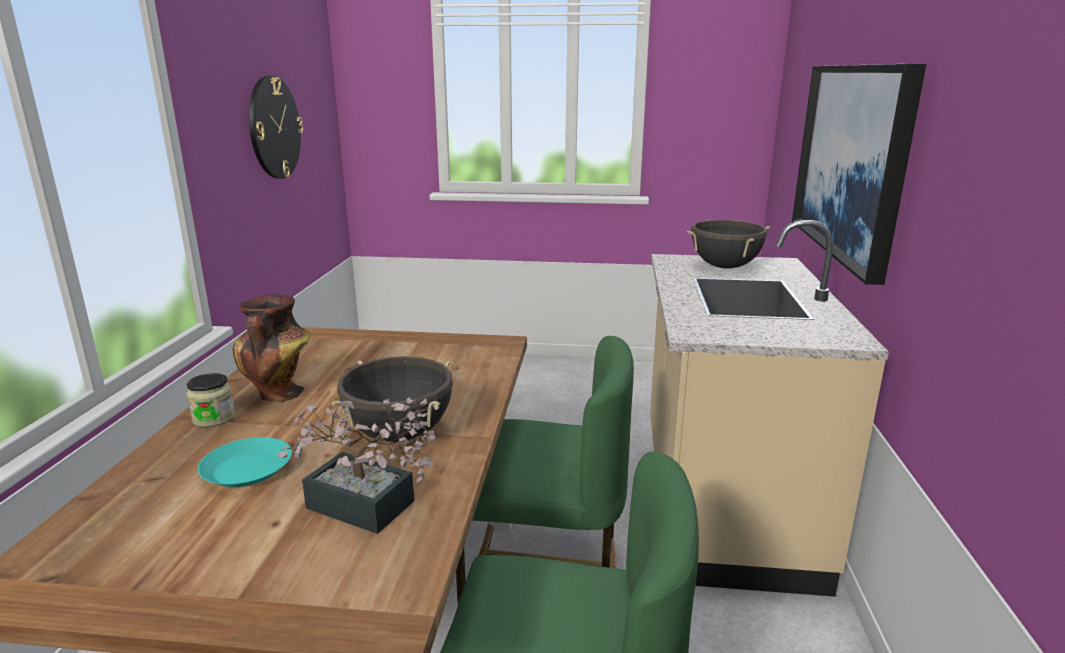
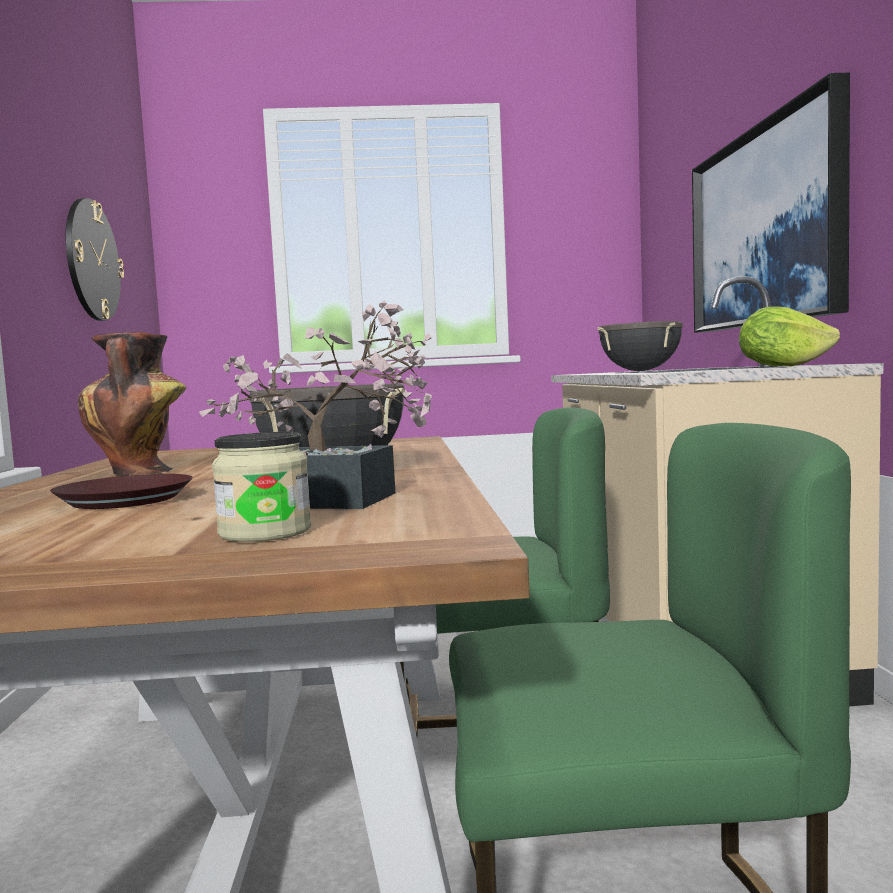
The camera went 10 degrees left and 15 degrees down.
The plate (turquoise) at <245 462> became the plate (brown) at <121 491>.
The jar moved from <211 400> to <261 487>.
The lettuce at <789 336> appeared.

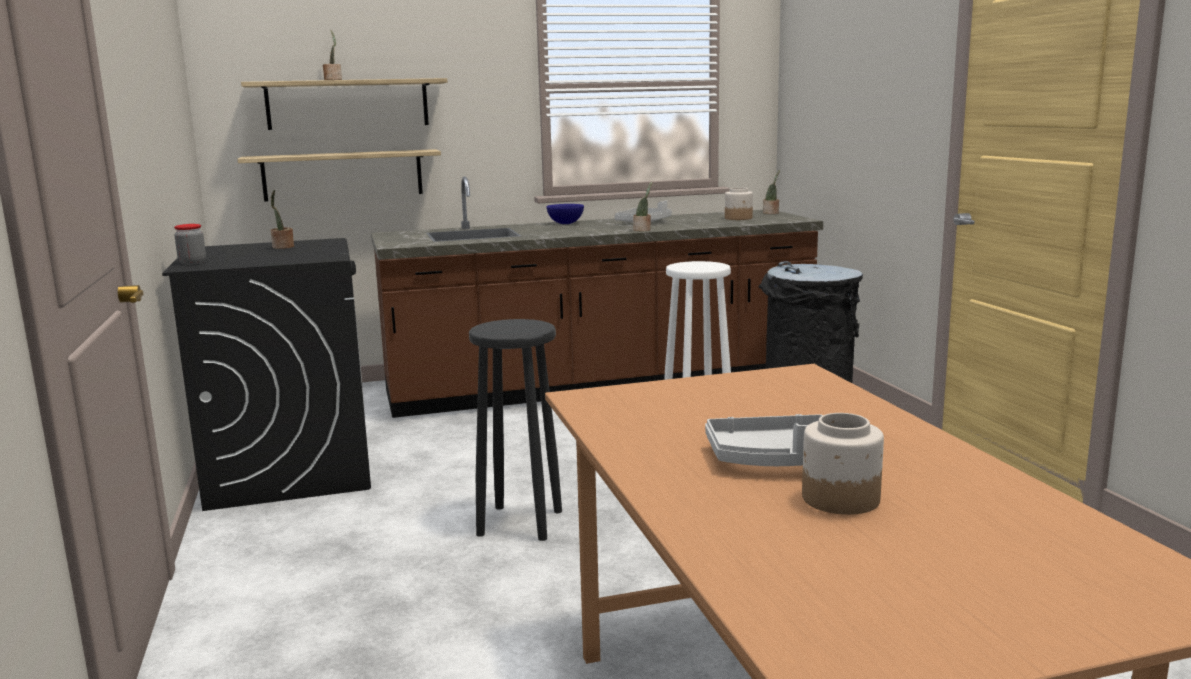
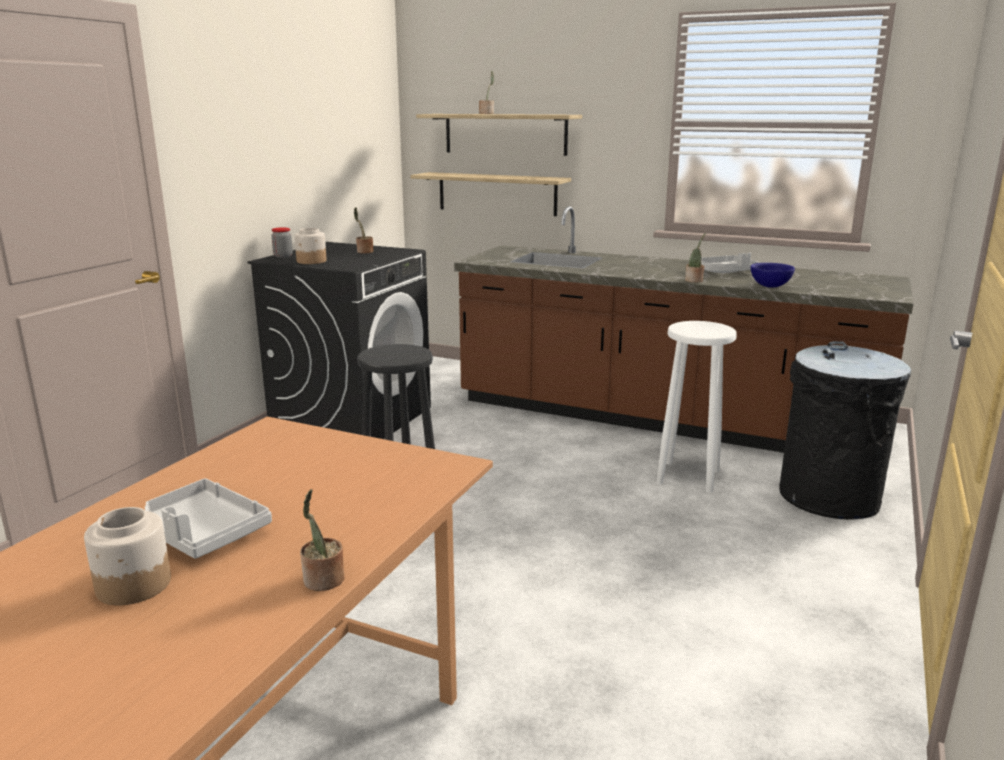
The camera went 40 degrees right and 5 degrees up.
The jar moved from <739 203> to <310 246>.
The potted plant moved from <771 192> to <322 540>.
The bowl (blue) moved from <565 214> to <773 275>.

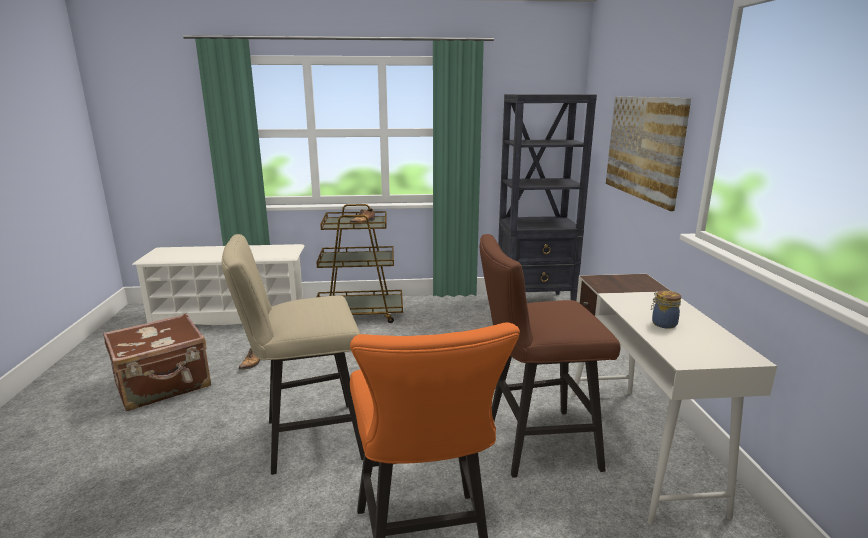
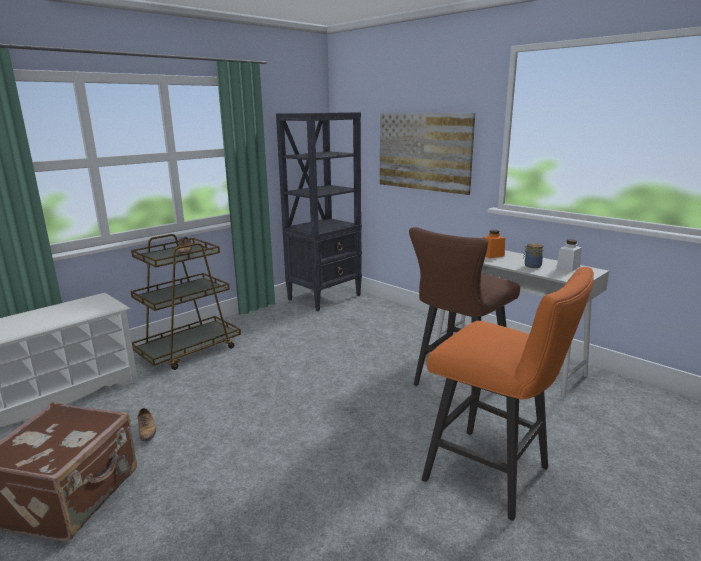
The camera went 40 degrees left and 0 degrees up.
The jar (orange) at <494 244> appeared.
The jar (white) at <569 255> appeared.
The stool (beige) at <293 354> disappeared.

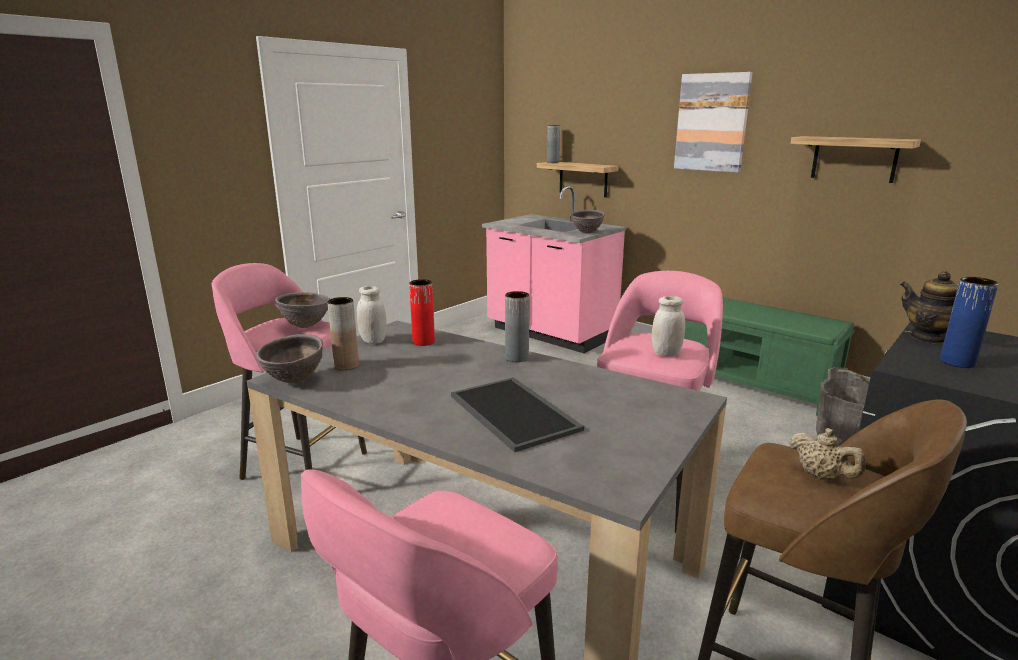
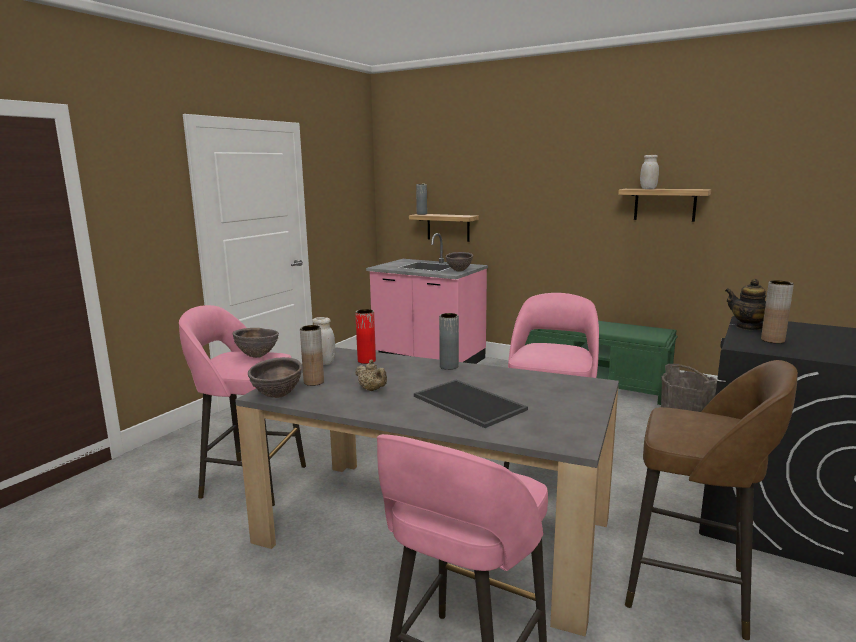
The camera went 10 degrees left and 5 degrees down.
The teapot (beige) moved from <827 454> to <371 375>.
The jar (white) moved from <668 326> to <649 172>.
The vase (blue) at <969 322> became the vase (brown) at <777 311>.
The picture at <713 122> disappeared.

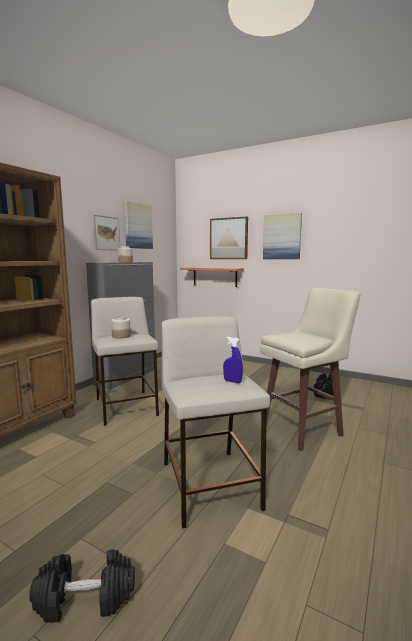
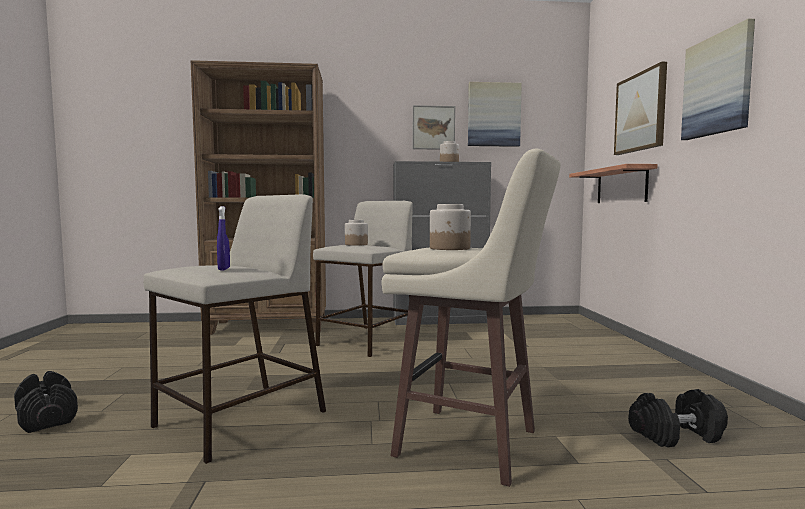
The camera went 55 degrees right and 5 degrees down.
The jar at <450 227> appeared.

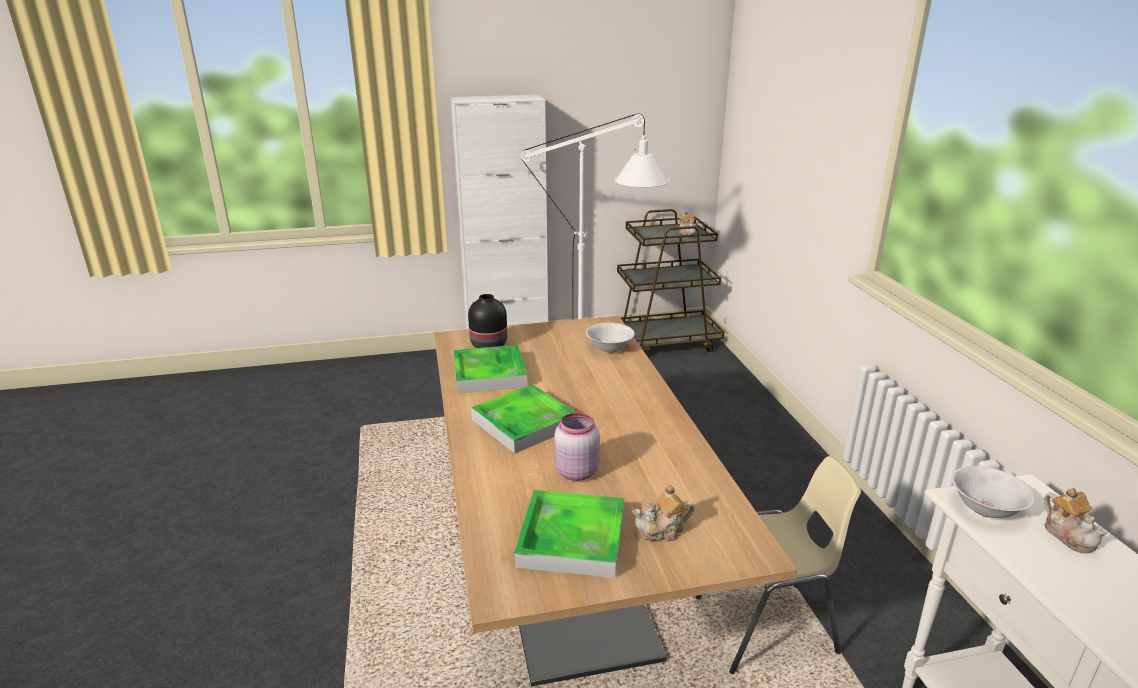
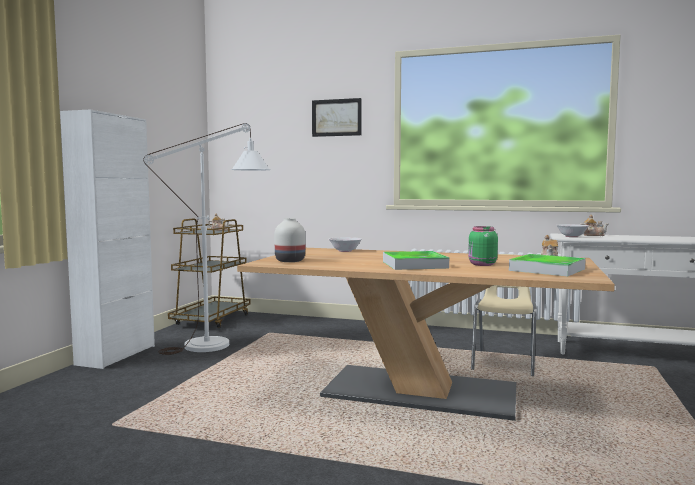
The camera went 60 degrees left and 20 degrees down.
The vase (black) at <487 321> became the vase (white) at <289 240>.
The picture at <336 117> appeared.
The jar (pink) at <577 447> became the jar (green) at <483 246>.
The tray at <490 369> disappeared.

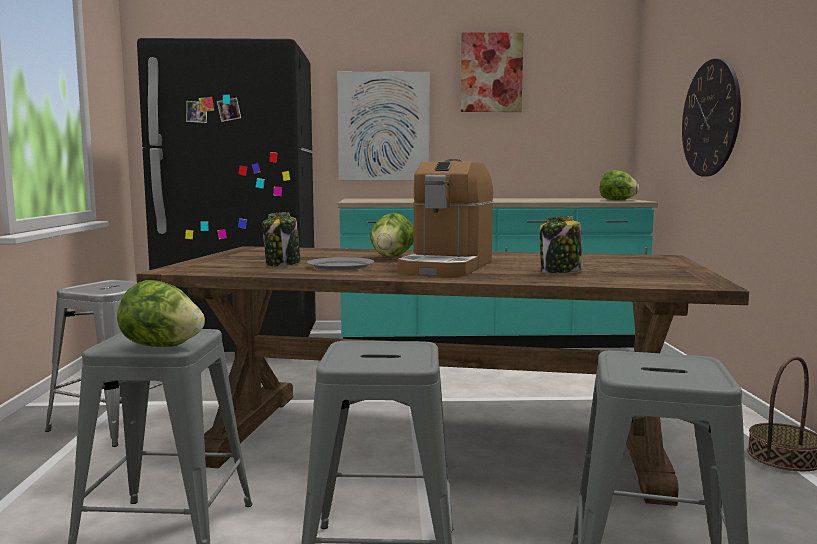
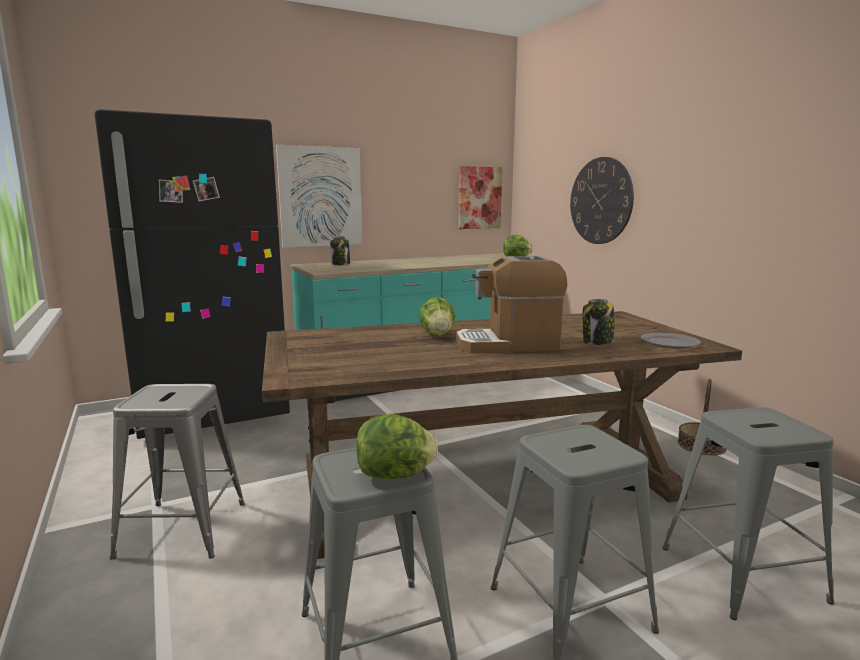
The camera went 25 degrees left and 5 degrees up.
The jar moved from <281 239> to <340 250>.
The coffee machine at <445 218> turned 90 degrees clockwise.
The picture moved from <492 72> to <480 197>.
The plate (grey) moved from <340 263> to <671 341>.

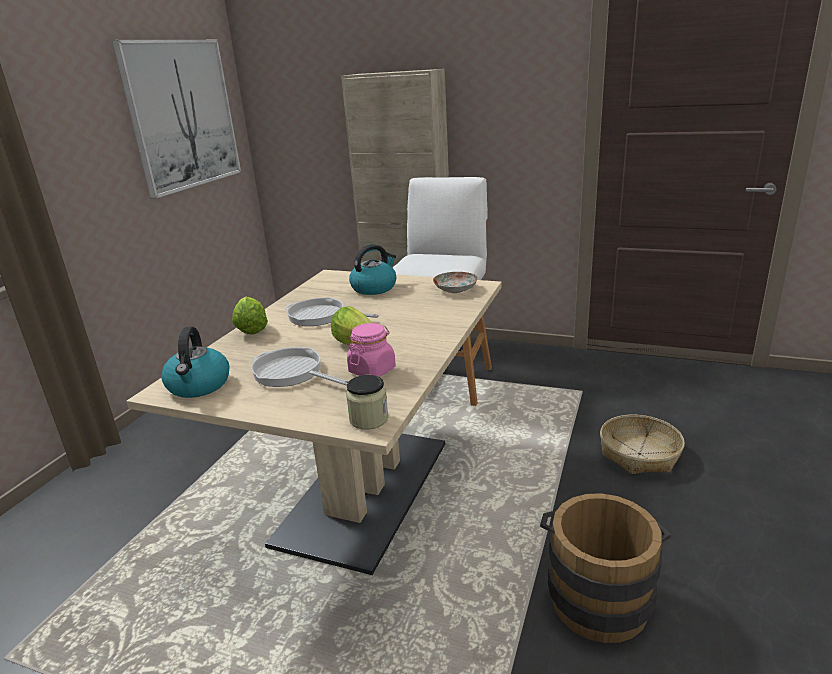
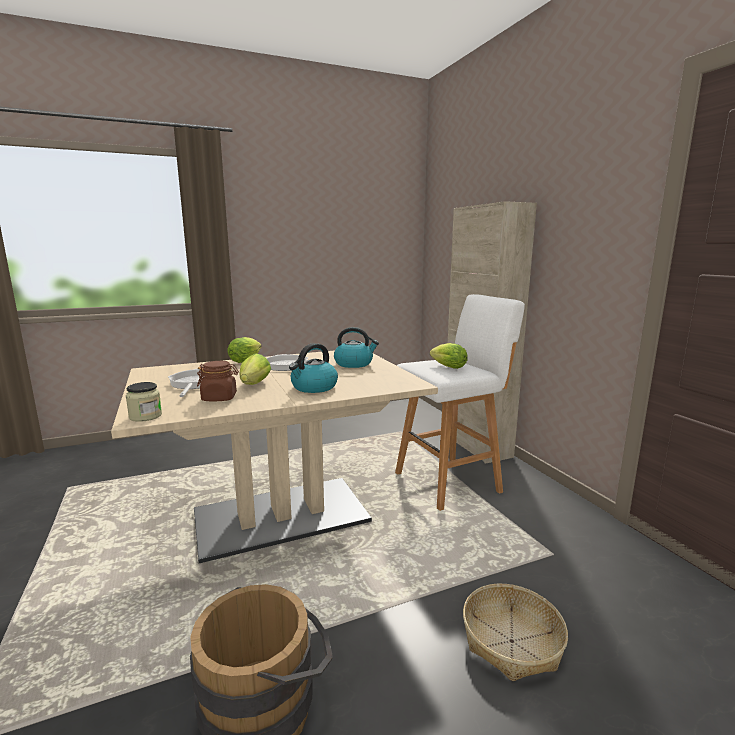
The camera went 45 degrees right and 10 degrees down.
The jar (pink) at <371 350> became the jar (brown) at <218 381>.
The kettle moved from <195 362> to <313 368>.
The lettuce at <449 356> appeared.
The picture at <176 119> disappeared.
The plate at <455 282> disappeared.

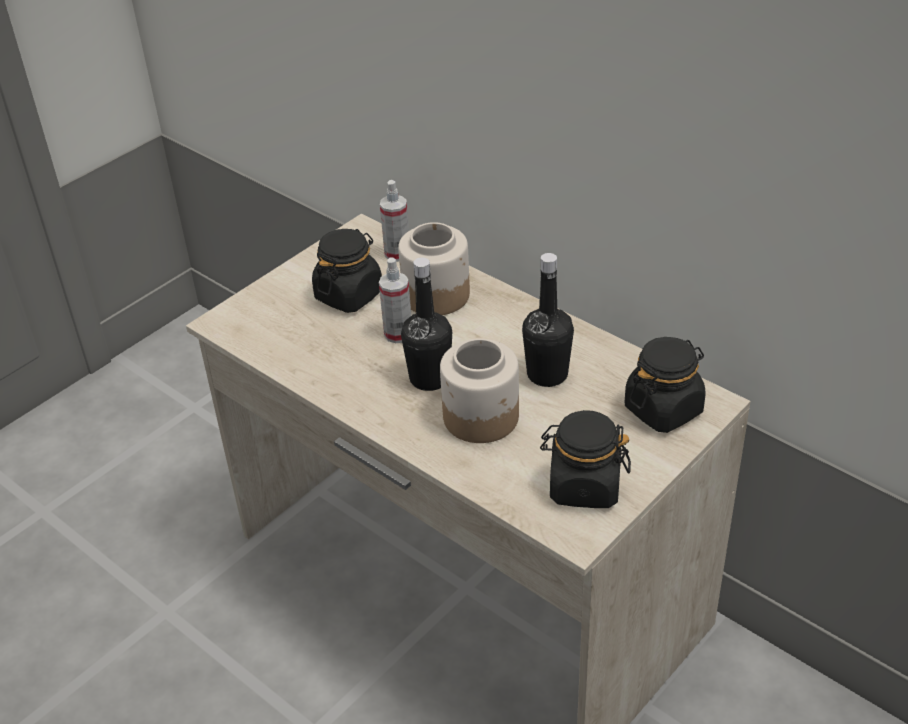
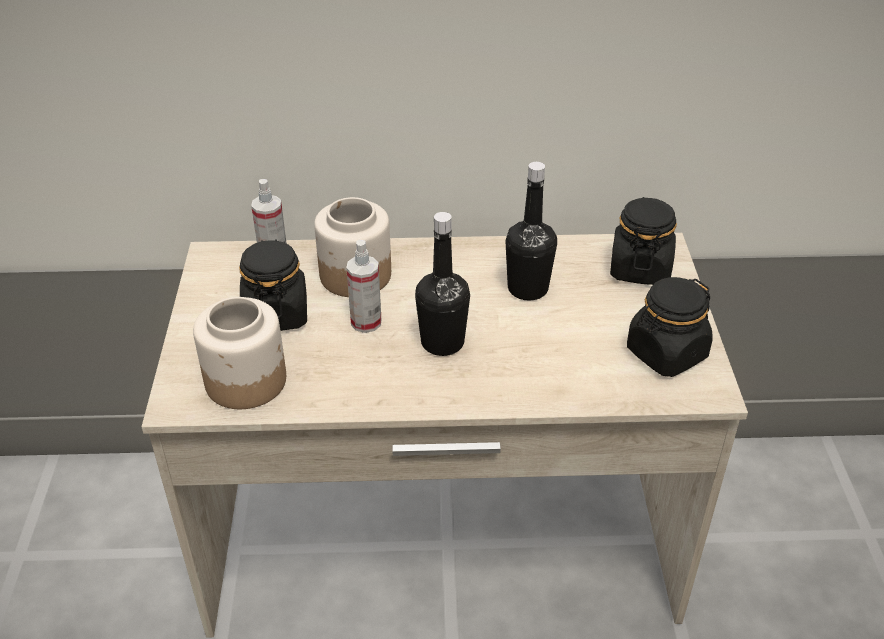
The camera went 45 degrees left and 0 degrees up.
The jar moved from <479 390> to <239 353>.

